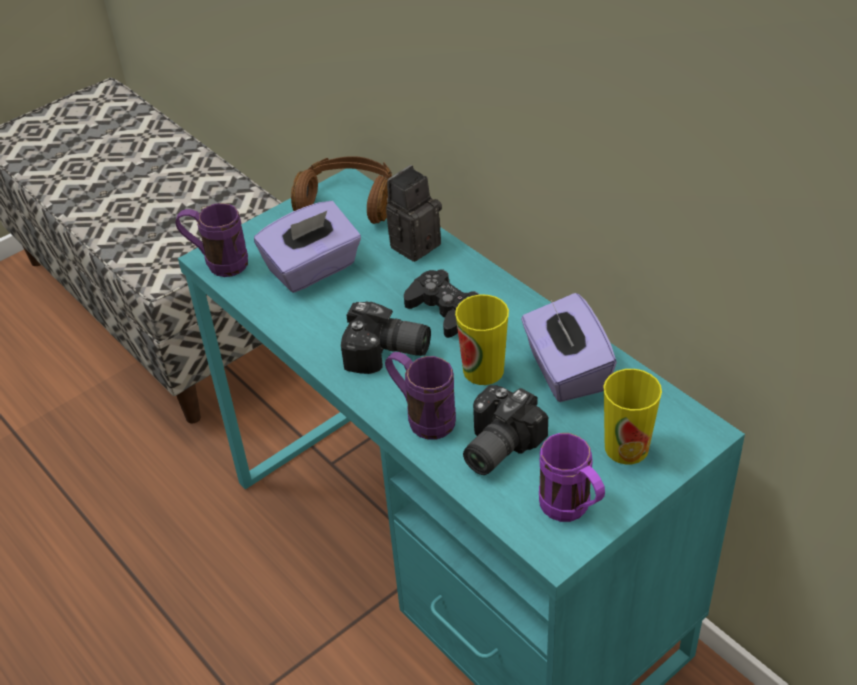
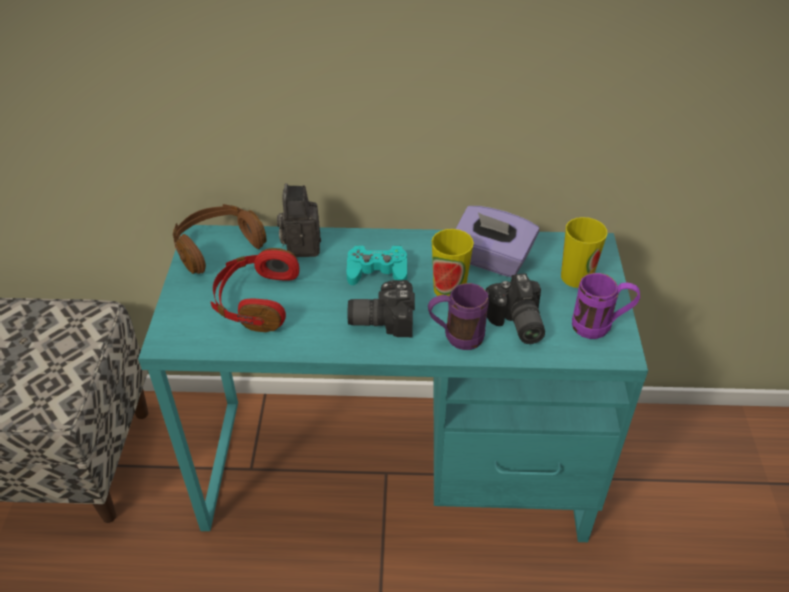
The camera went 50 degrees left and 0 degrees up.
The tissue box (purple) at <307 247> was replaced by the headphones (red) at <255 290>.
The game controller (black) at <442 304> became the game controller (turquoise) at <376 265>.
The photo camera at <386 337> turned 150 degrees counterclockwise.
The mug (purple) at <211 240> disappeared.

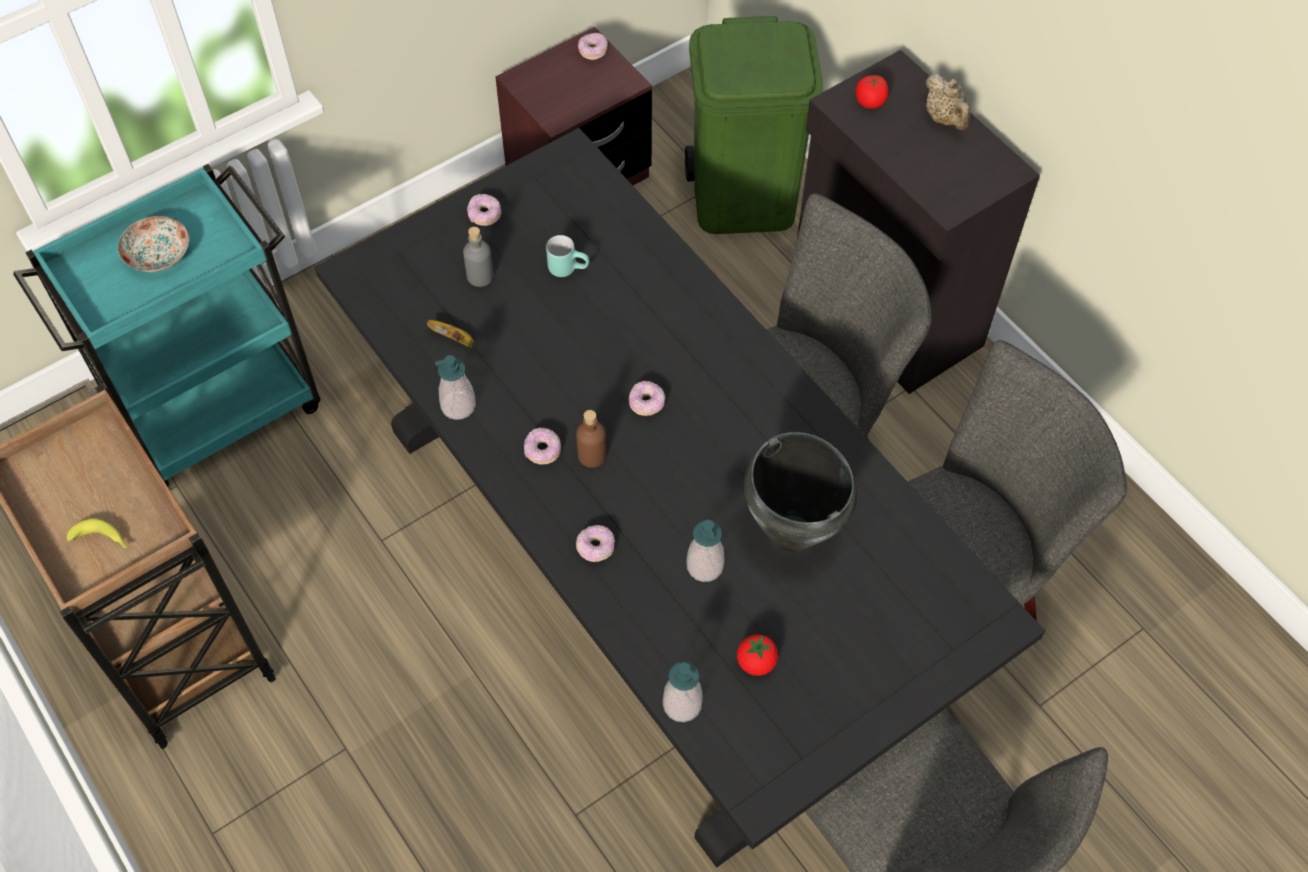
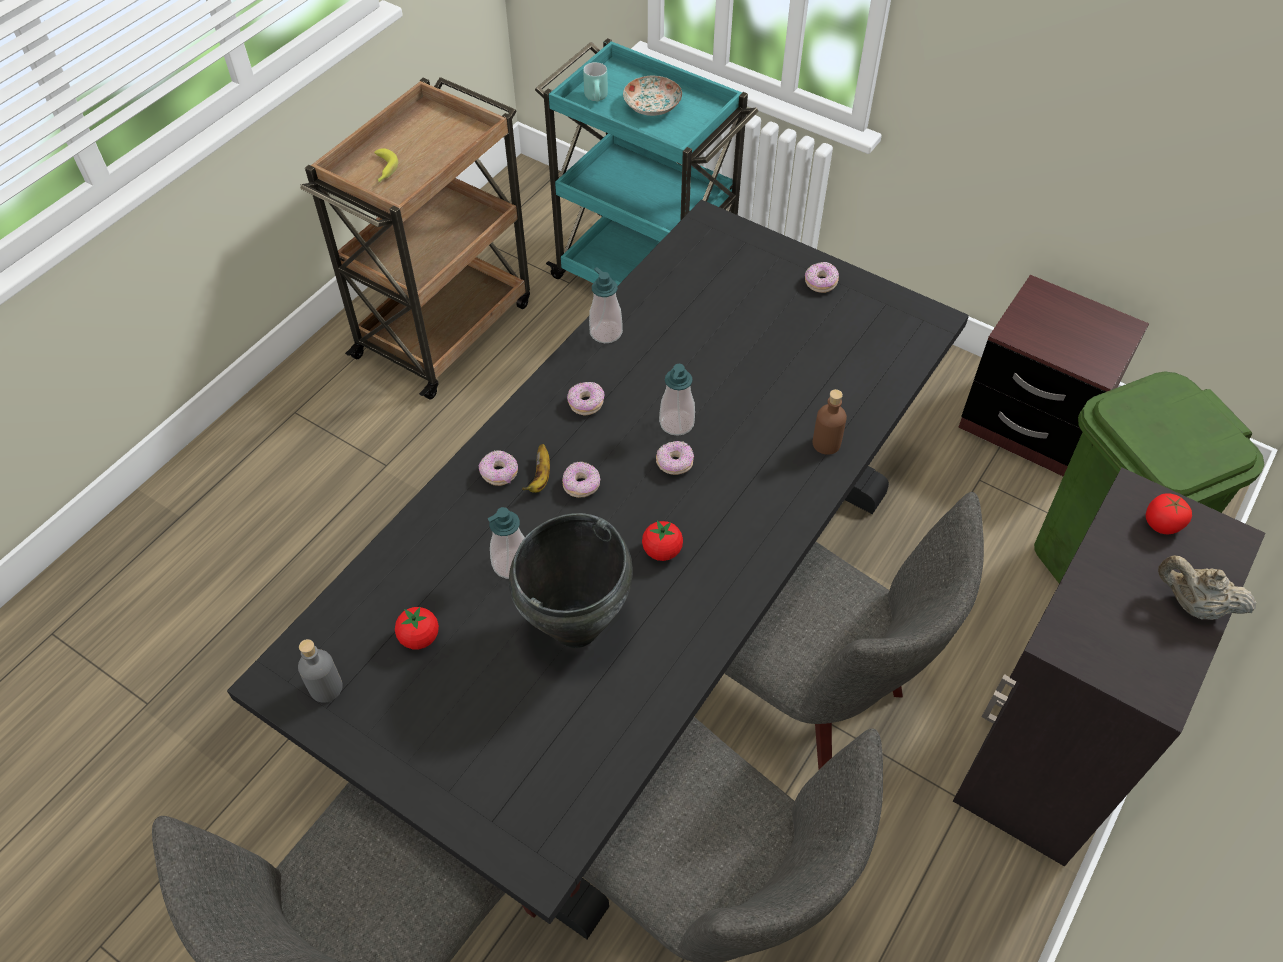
The camera went 70 degrees right and 5 degrees down.
The bottle (grey) moved from <478 257> to <320 671>.
The banana moved from <450 334> to <536 468>.
The donut moved from <593 46> to <581 480>.
The mug (turquoise) moved from <567 256> to <595 82>.
The tomato at <662 540> appeared.
The soap dispenser moved from <683 692> to <677 400>.
The bottle (brown) moved from <591 439> to <829 422>.
The teapot (beige) at <948 102> turned 75 degrees clockwise.

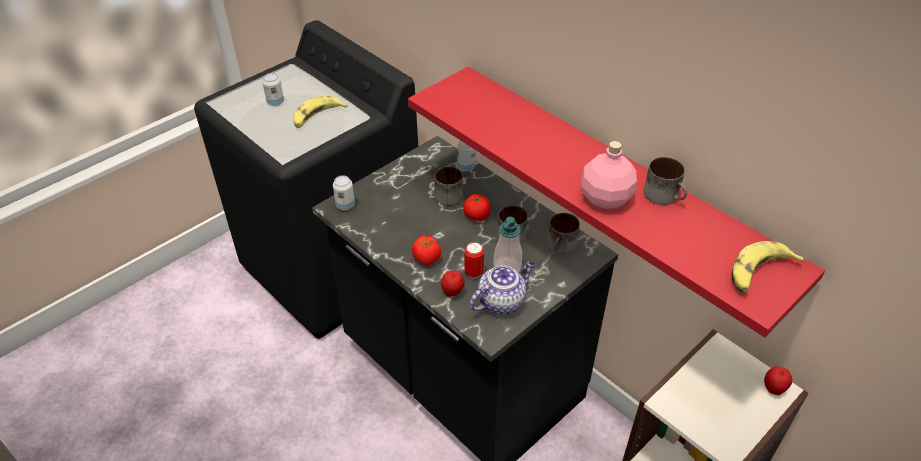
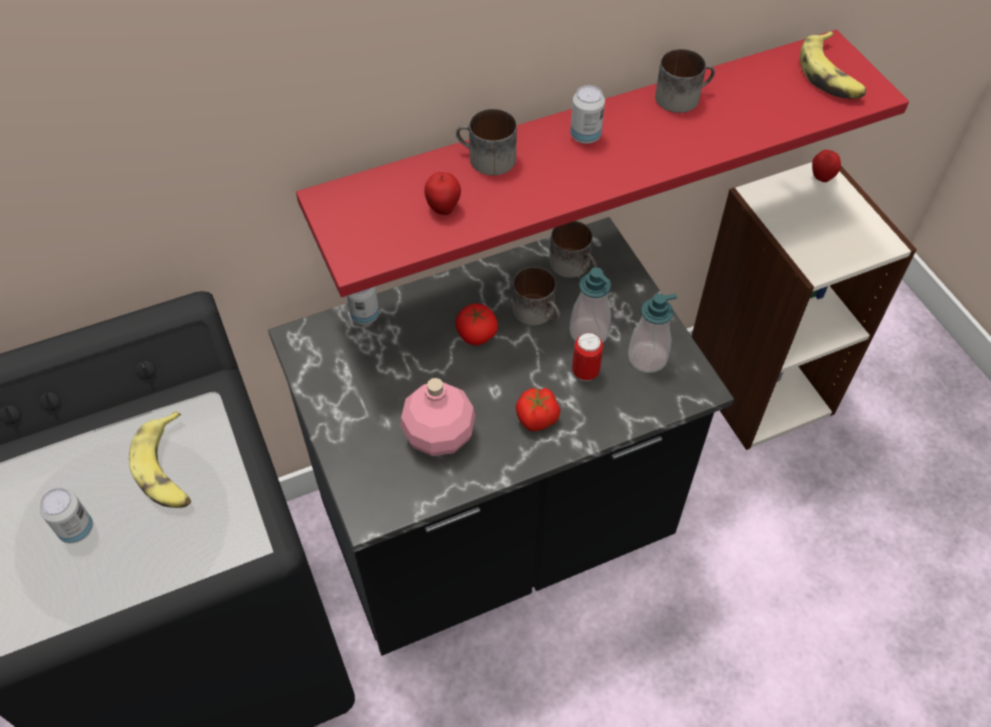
The camera went 70 degrees left and 10 degrees up.
The bottle (pink) moved from <609 175> to <438 417>.
The apple moved from <453 284> to <442 193>.
The mug moved from <449 186> to <486 142>.
The can moved from <344 192> to <587 114>.
The teapot at <502 288> was replaced by the soap dispenser at <652 333>.

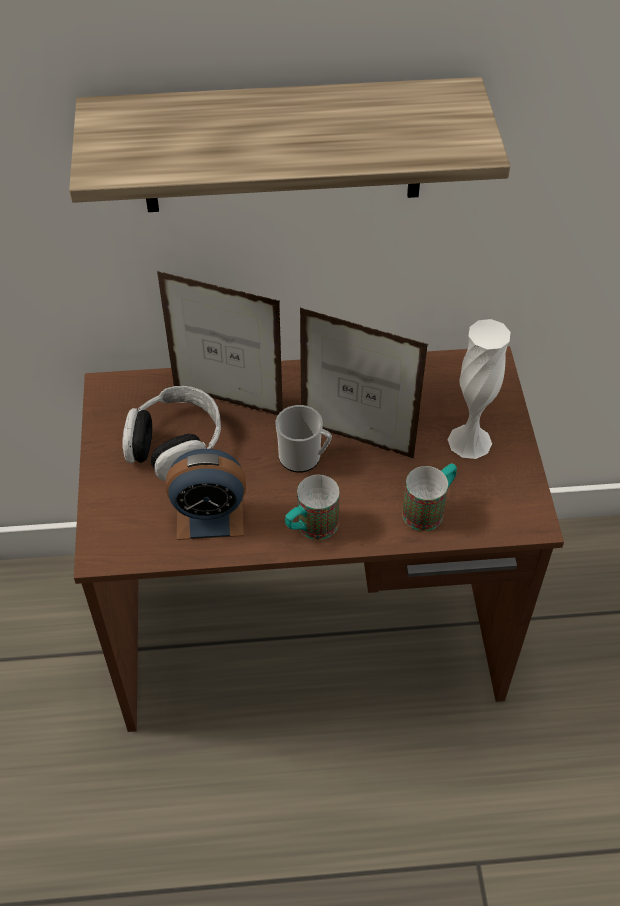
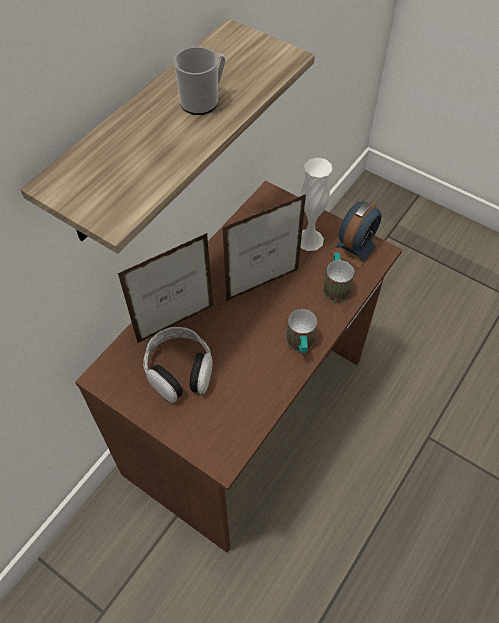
The camera went 50 degrees left and 5 degrees up.
The mug moved from <303 439> to <199 80>.
The alarm clock moved from <206 494> to <356 234>.

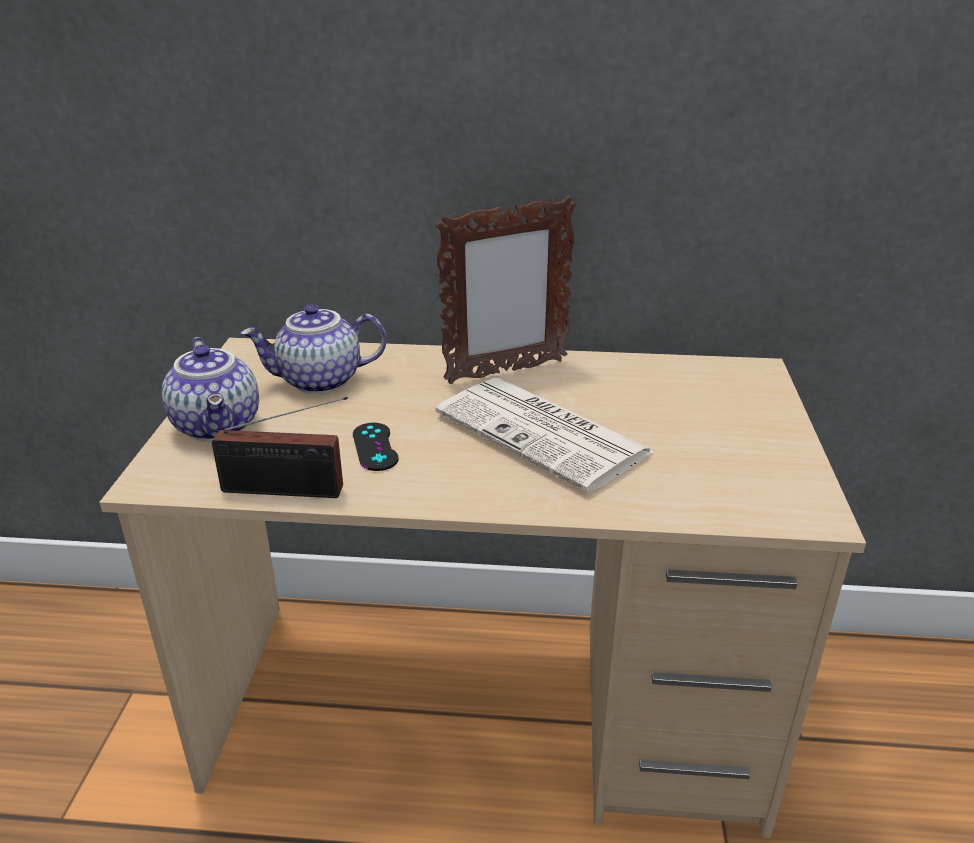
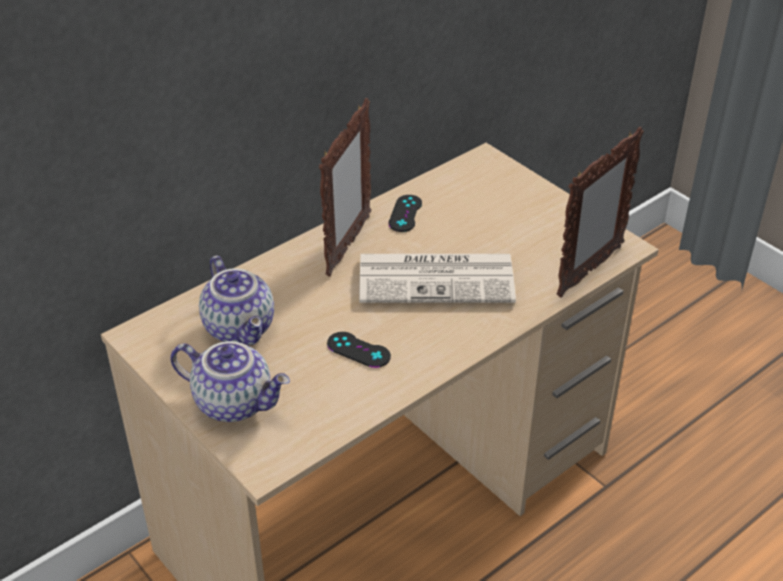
The camera went 45 degrees left and 10 degrees up.
The teapot at <313 349> turned 60 degrees counterclockwise.
The game controller (black) at <405 213> appeared.
The picture frame at <600 212> appeared.
The radio at <280 447> disappeared.

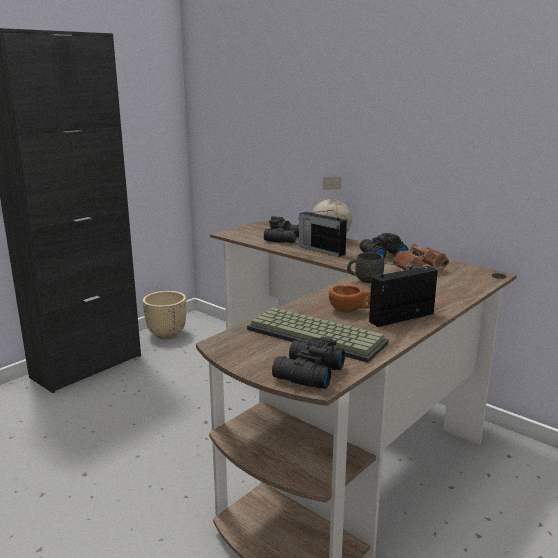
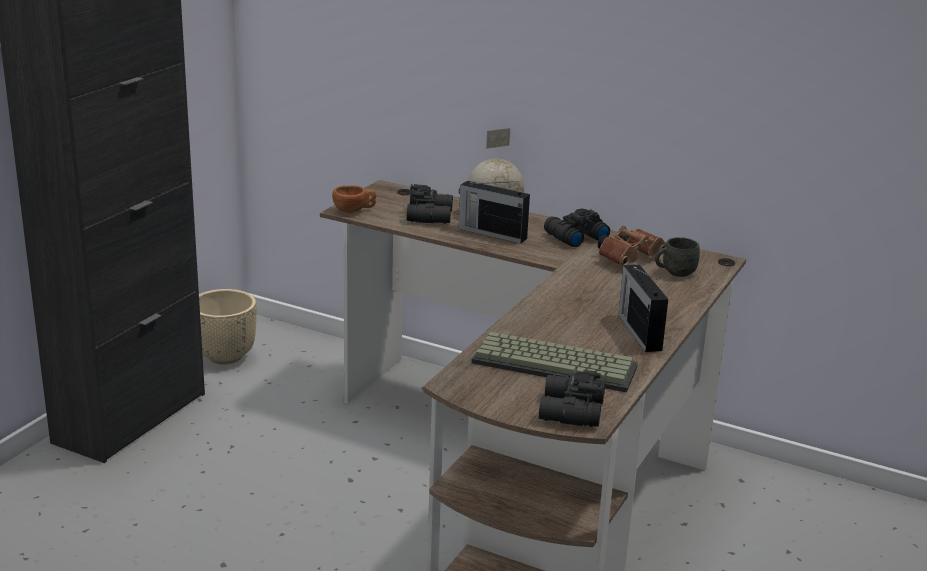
The camera went 15 degrees left and 5 degrees up.
The cup (brown) moved from <350 299> to <354 199>.
The radio at <403 295> turned 60 degrees counterclockwise.
The mug (grey) moved from <365 267> to <677 257>.

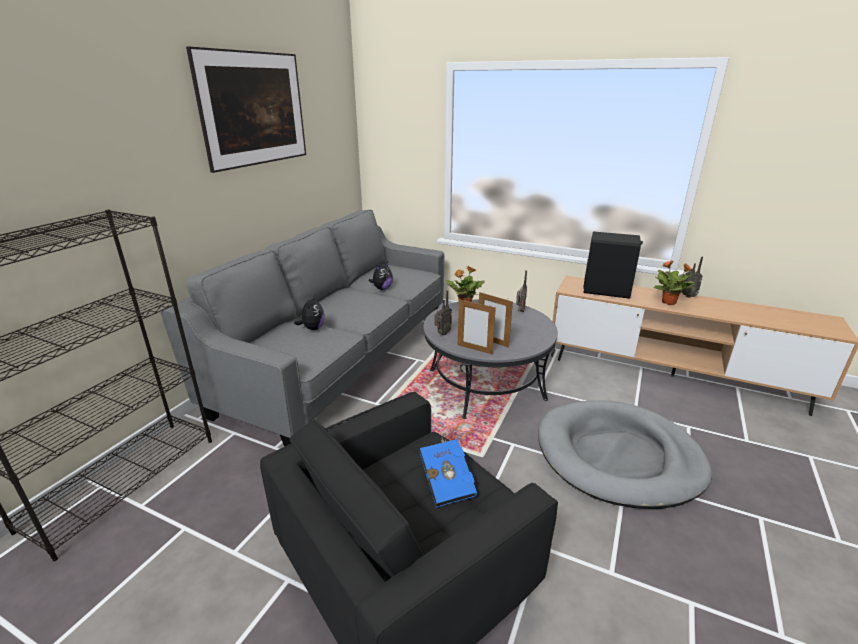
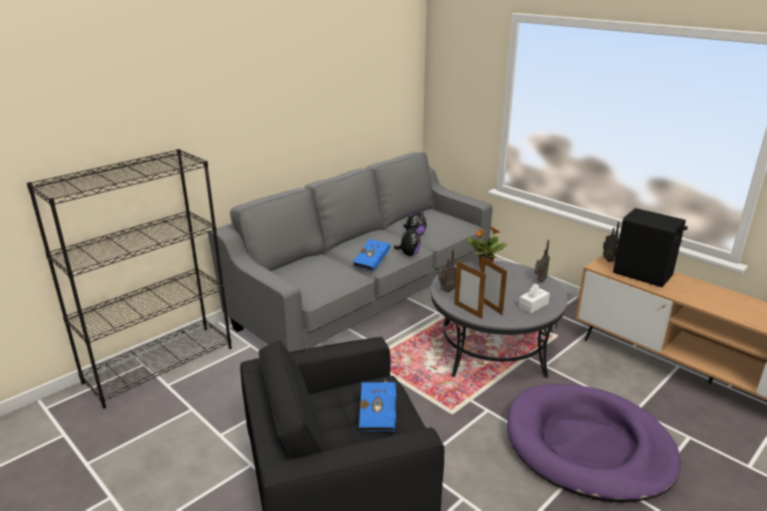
The camera went 20 degrees right and 0 degrees up.
The book (blue) at <372 255> appeared.
The plush toy moved from <309 313> to <407 240>.
The dog bed (grey) at <625 454> became the dog bed (purple) at <594 443>.
The tissue box (white) at <534 298> appeared.
The radio moved from <692 277> to <611 242>.
The picture at <246 110> disappeared.
The potted plant at <674 283> disappeared.

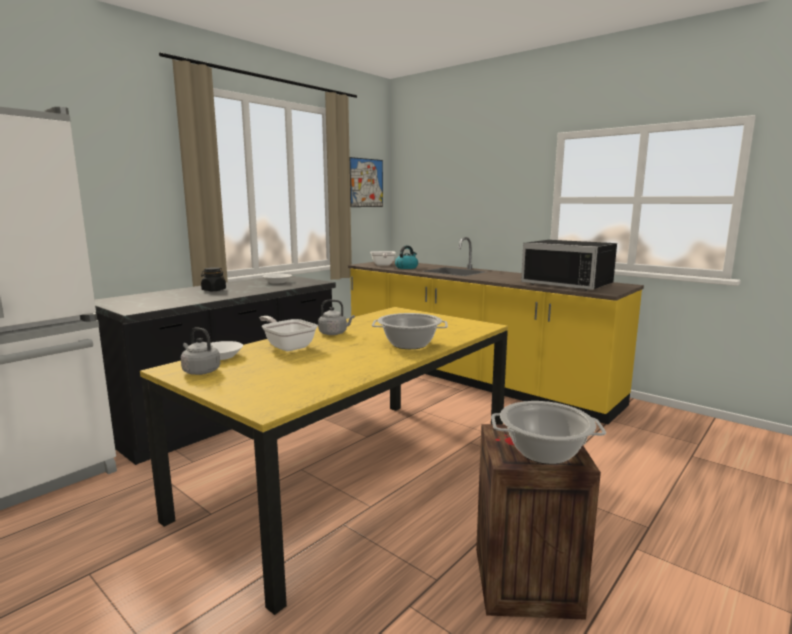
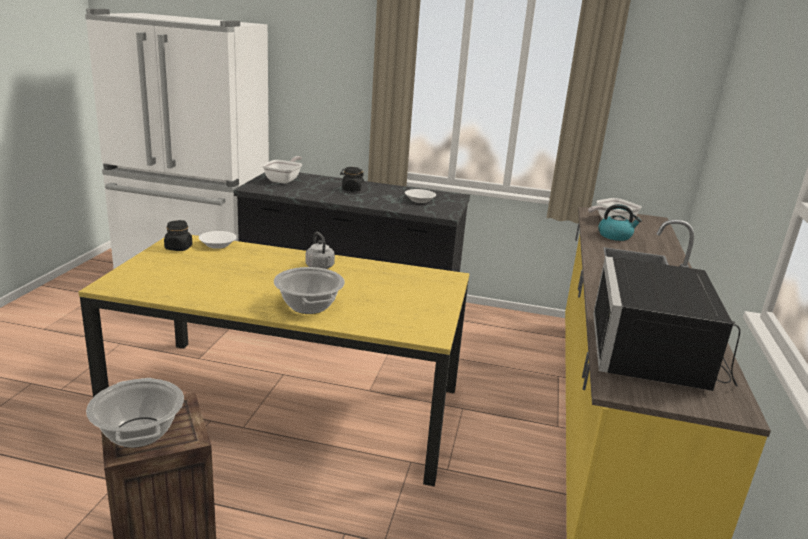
The camera went 60 degrees right and 10 degrees up.
The kettle (grey) at <200 351> was replaced by the jar (black) at <178 235>.
The frying pan moved from <289 333> to <282 170>.
The picture at <366 182> disappeared.

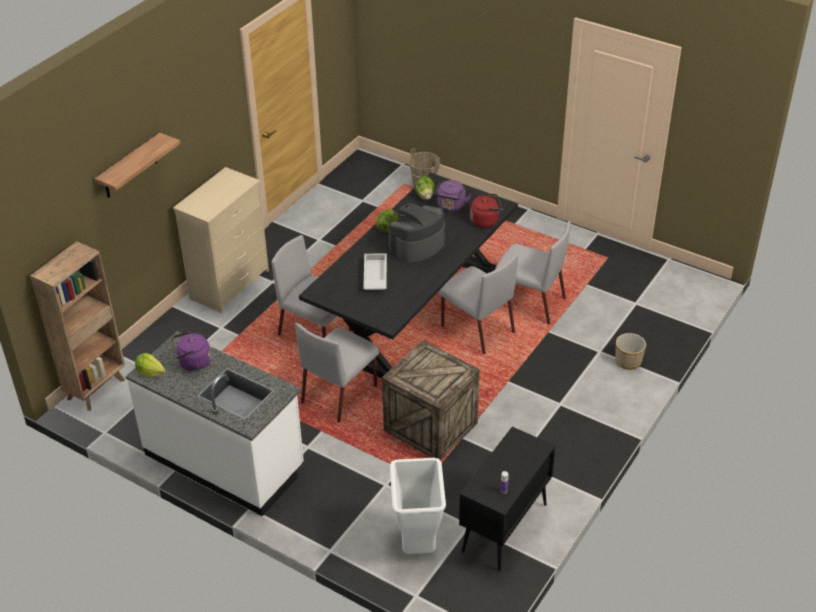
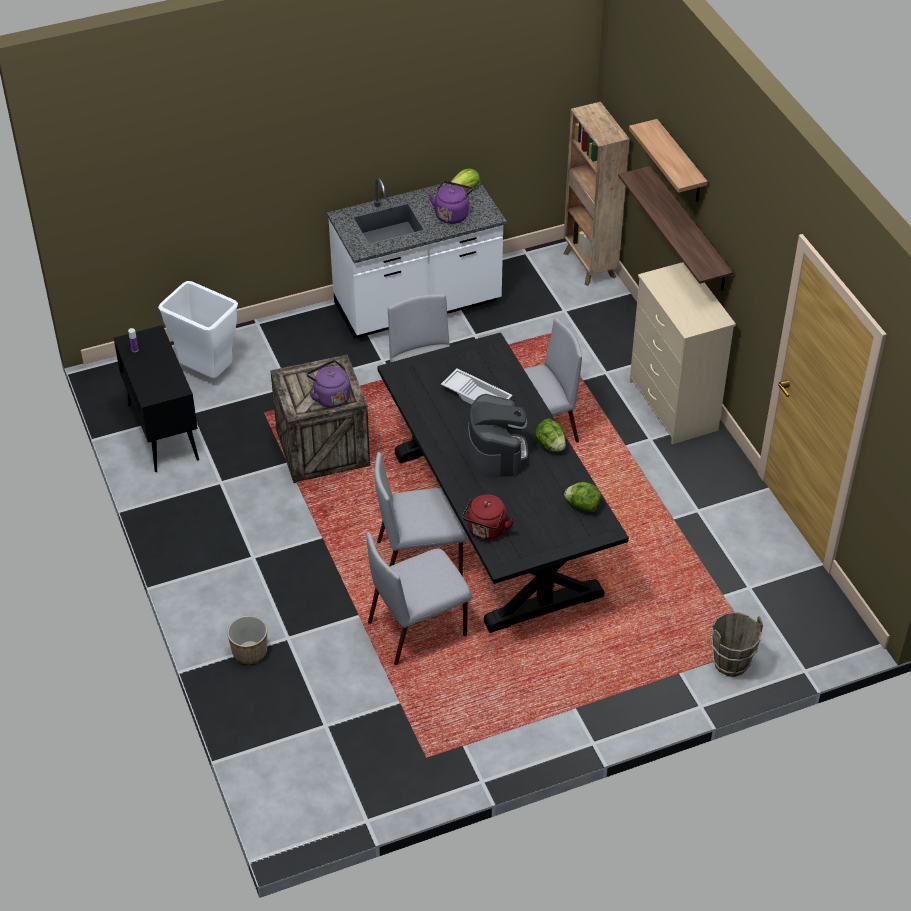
The camera went 125 degrees right and 5 degrees up.
The kettle (purple) moved from <453 196> to <329 384>.
The shelf at <675 228> appeared.

